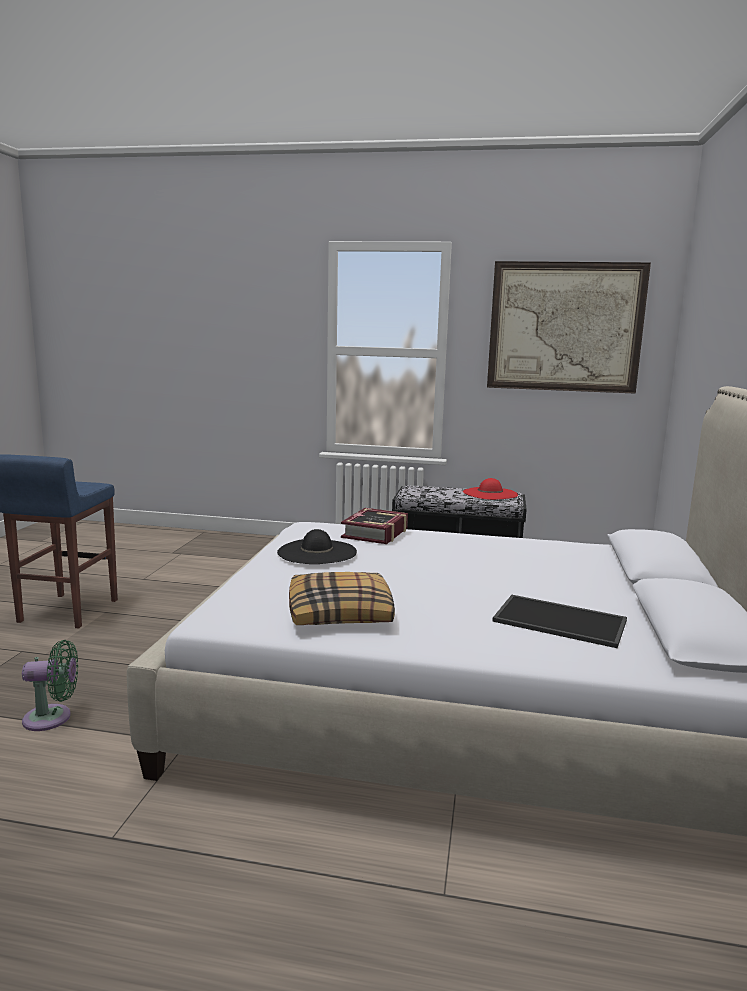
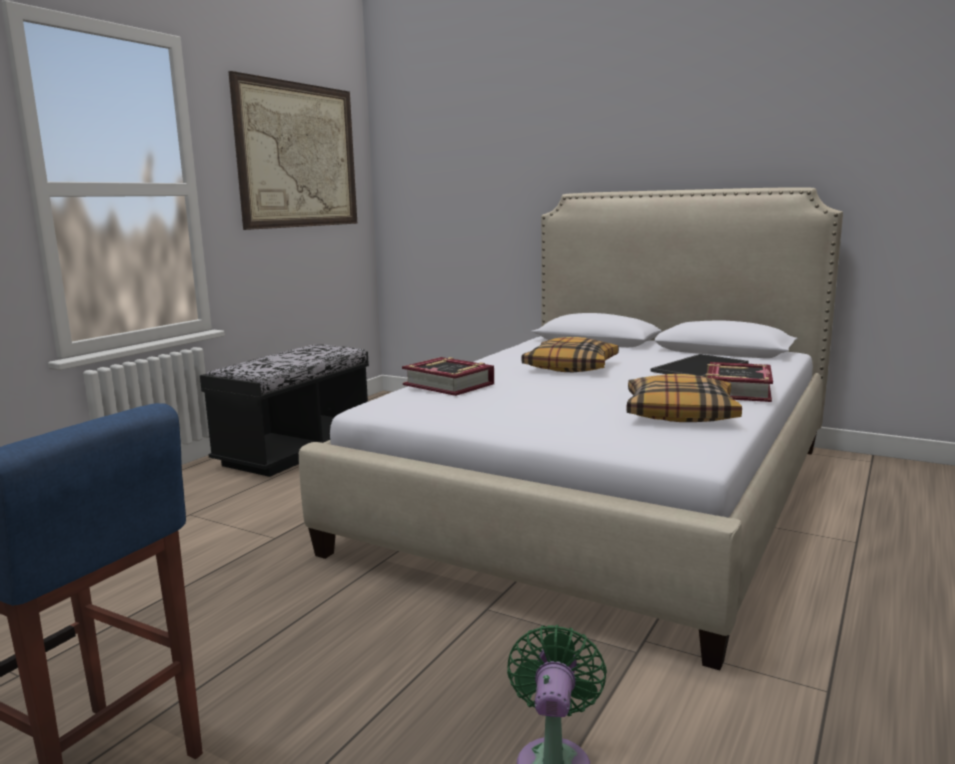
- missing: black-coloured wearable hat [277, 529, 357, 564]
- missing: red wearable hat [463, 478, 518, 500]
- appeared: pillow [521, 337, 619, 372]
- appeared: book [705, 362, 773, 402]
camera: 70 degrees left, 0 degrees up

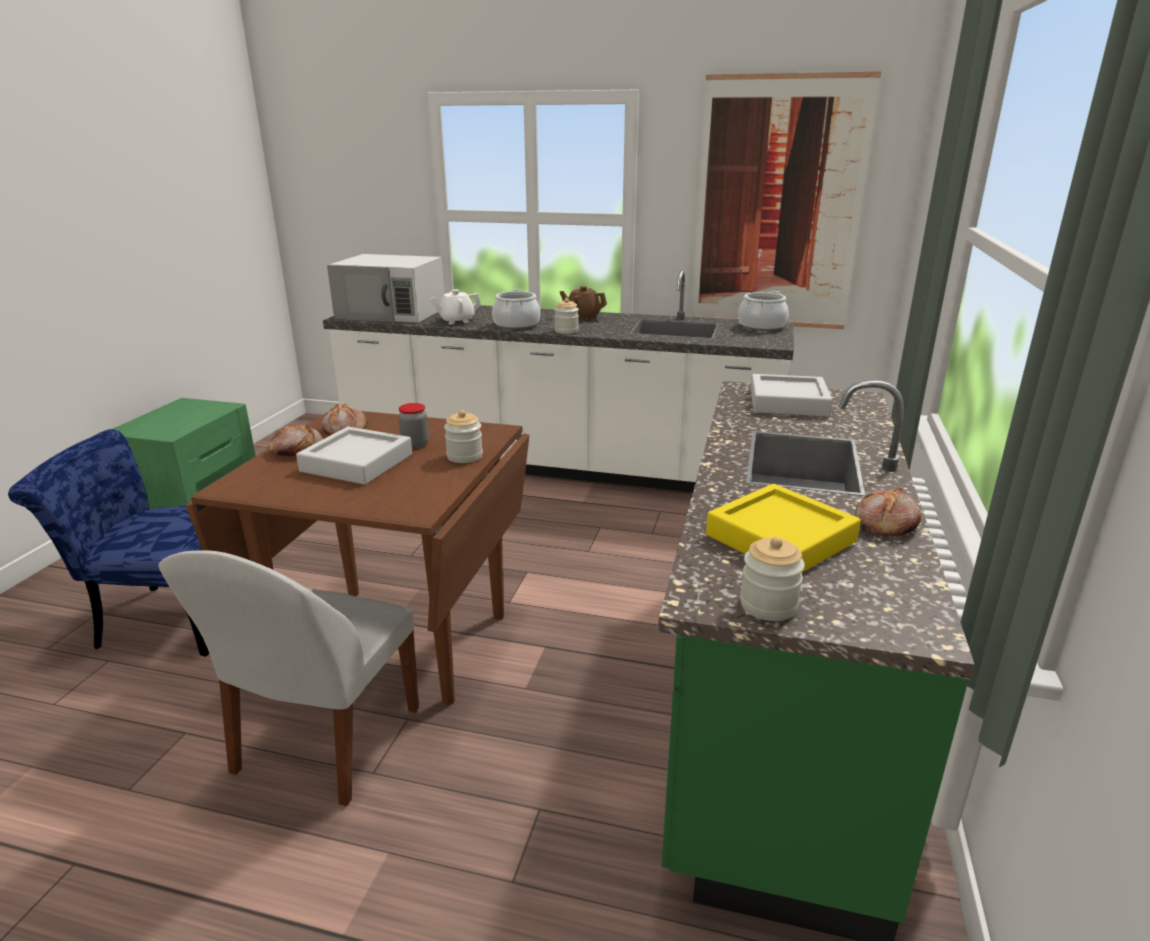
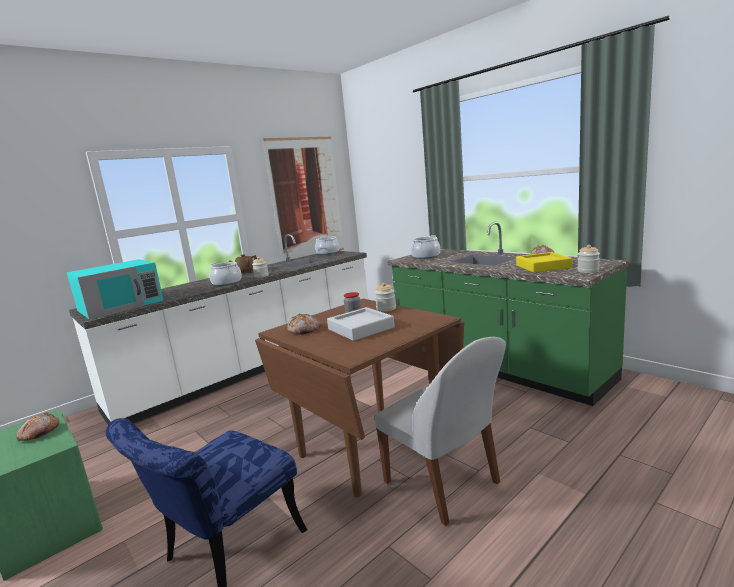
- relocated: baked bread [268, 425, 323, 456] to [16, 412, 59, 441]
- colour: white-coloured microwave [327, 254, 444, 323] to turquoise microwave [67, 259, 164, 320]
- missing: white-coloured tea pot [430, 289, 481, 325]
- exchanged: gray serving tray [751, 374, 832, 417] to saucepot [411, 235, 440, 259]
camera: 55 degrees left, 10 degrees down

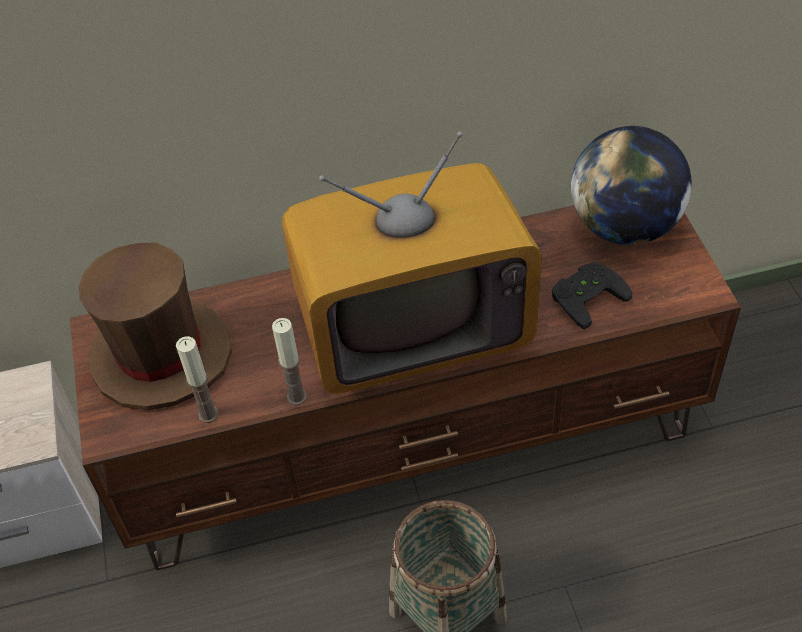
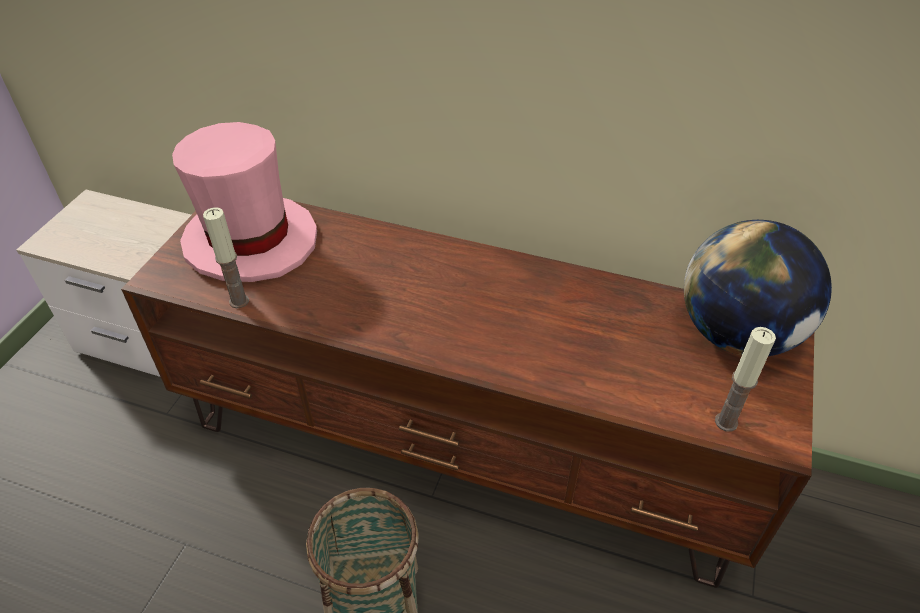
- colour: brown-coloured wearable hat [79, 242, 232, 410] to pink-coloured wearable hat [172, 122, 317, 282]
- relocated: candle [272, 318, 307, 405] to [715, 327, 776, 432]
- missing: TV set [282, 131, 542, 394]
- missing: black-coloured joypad [552, 262, 632, 329]
camera: 30 degrees right, 5 degrees down

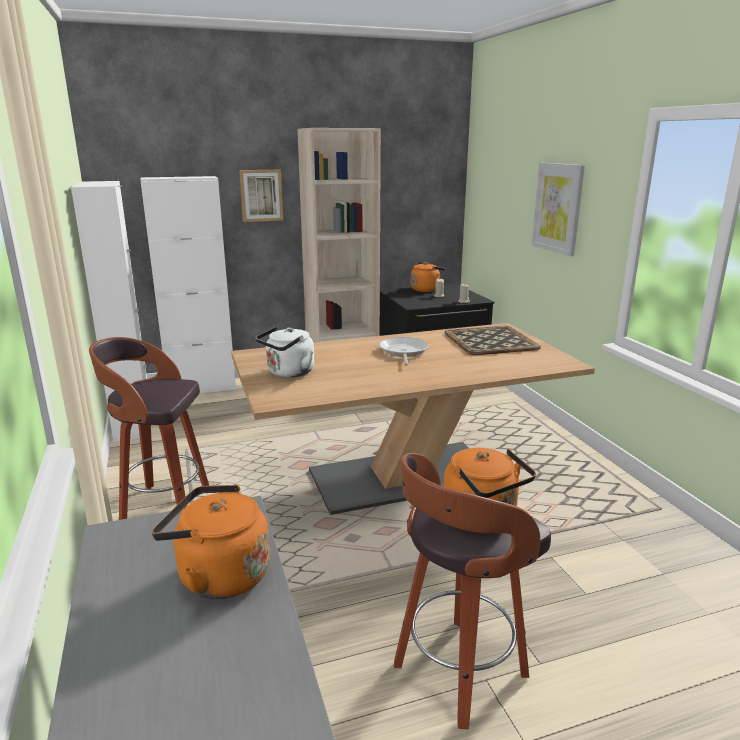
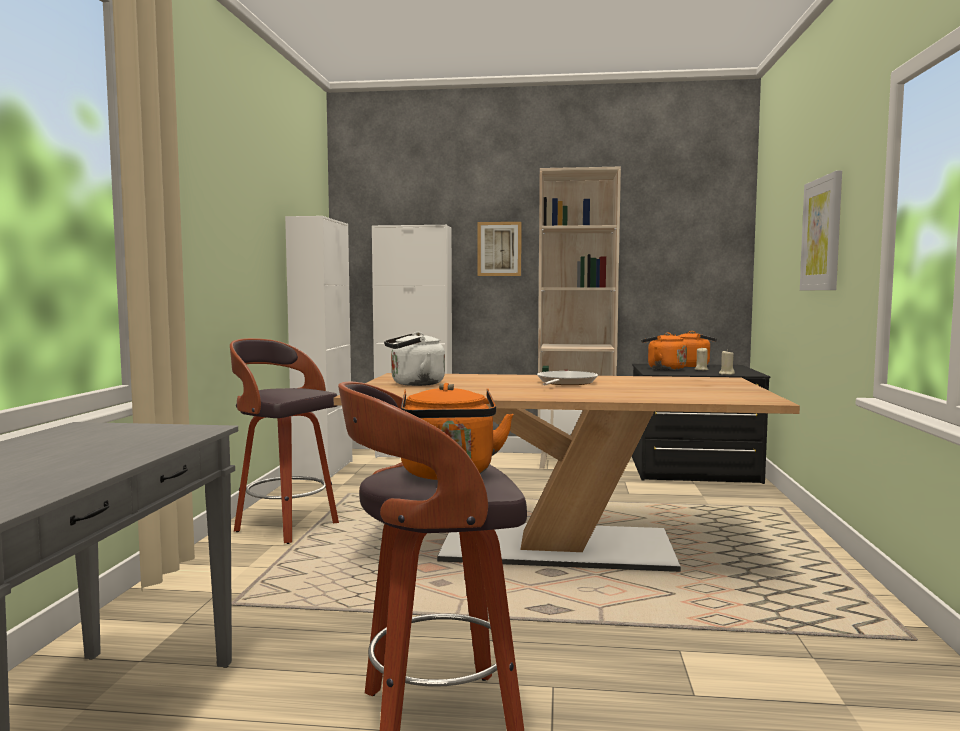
- relocated: orangey water kettle [152, 485, 270, 599] to [641, 333, 687, 370]
- missing: serving tray [444, 326, 541, 355]
camera: 25 degrees right, 15 degrees down

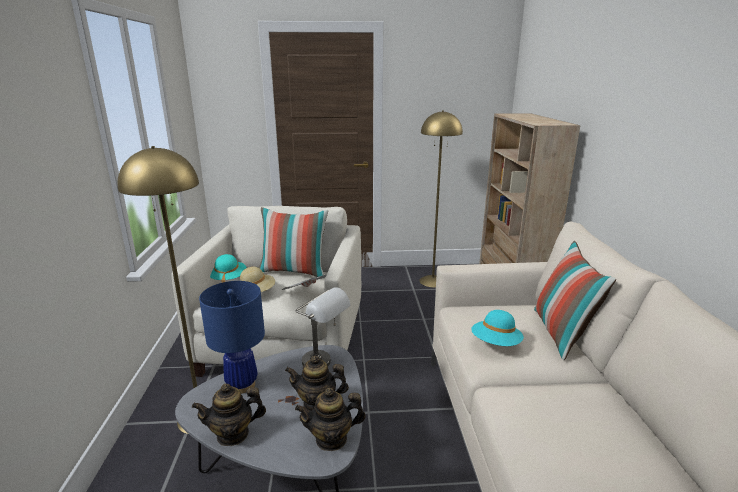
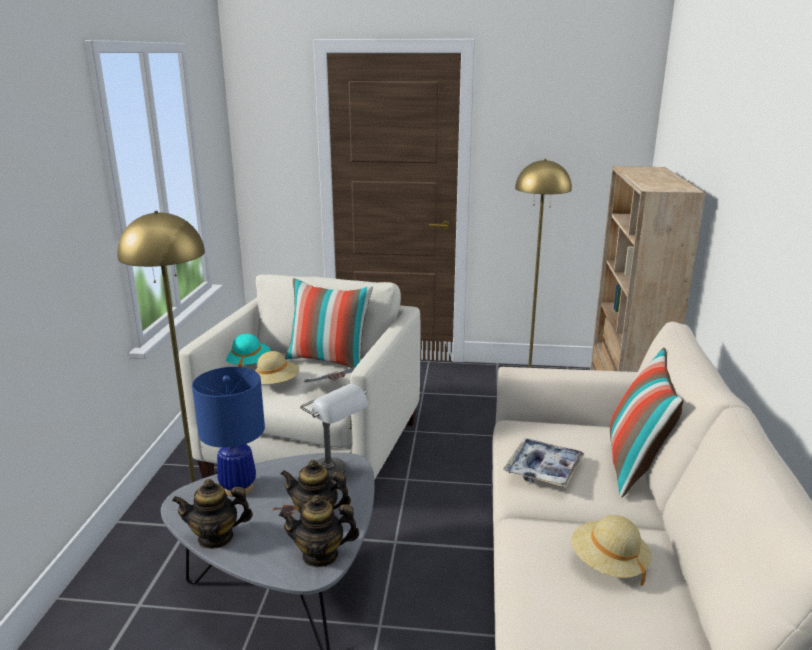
- exchanged: turquoise wearable hat [471, 310, 524, 346] to serving tray [503, 438, 585, 488]
- appeared: sand-coloured wearable hat [571, 515, 652, 586]
camera: 10 degrees right, 0 degrees up

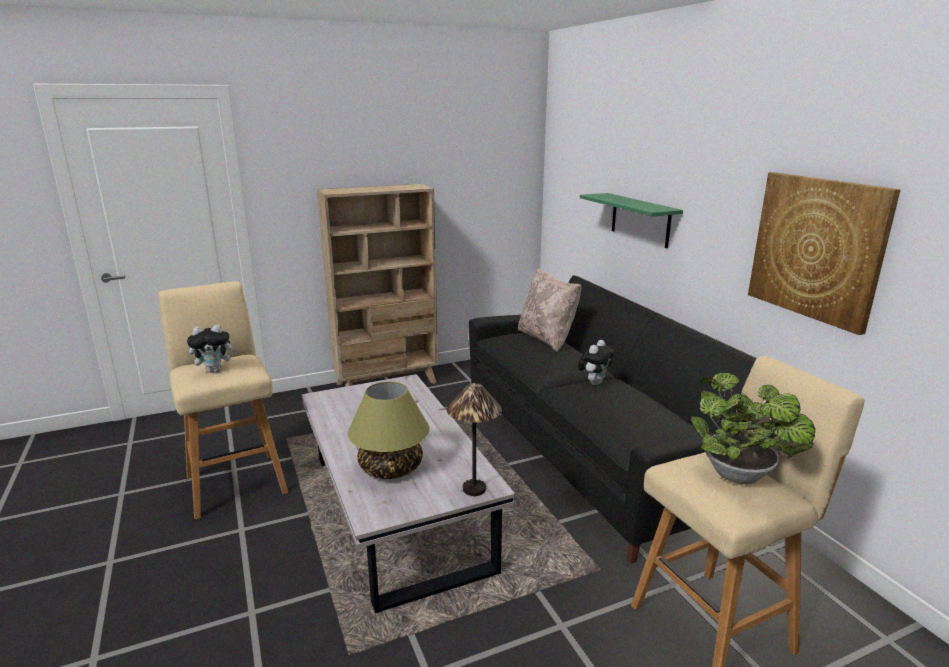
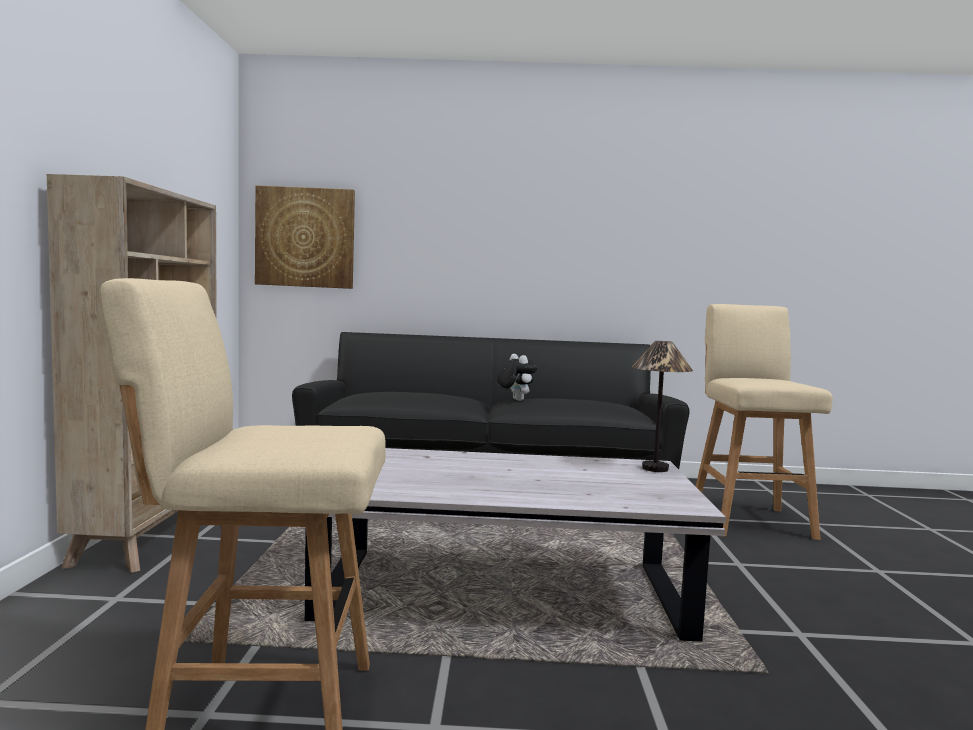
- missing: cuddly toy [187, 324, 238, 373]
- missing: lamp for a table [348, 382, 430, 479]
- missing: sand-coloured pillow [518, 269, 581, 352]
- missing: greenish wall shelf [580, 193, 683, 248]
- missing: plant in a pot [691, 373, 815, 484]
- relocated: picture [748, 172, 900, 335] to [255, 185, 355, 289]
camera: 65 degrees left, 15 degrees down

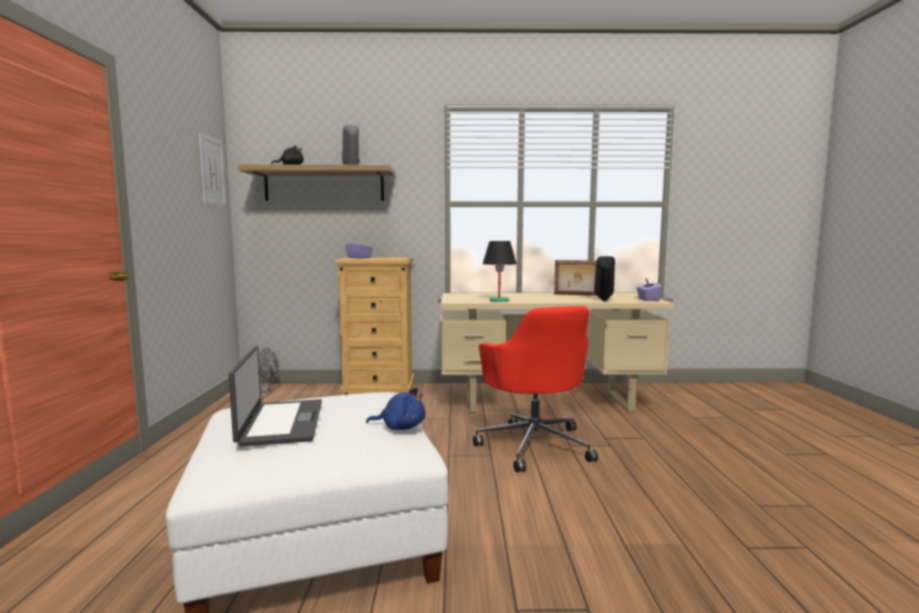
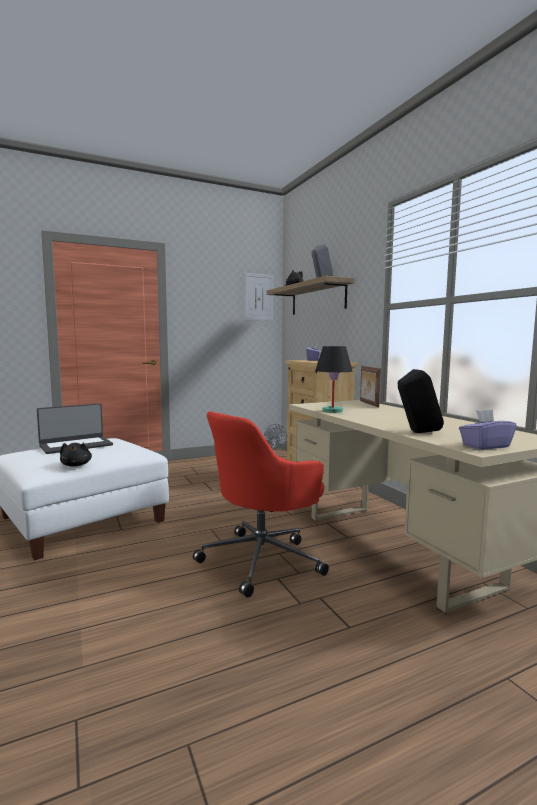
- colour: blue-coloured cuddly toy [366, 387, 426, 430] to black-coloured cuddly toy [60, 443, 92, 467]
- relocated: standing frame [554, 260, 597, 296] to [360, 366, 381, 407]
camera: 65 degrees right, 0 degrees up

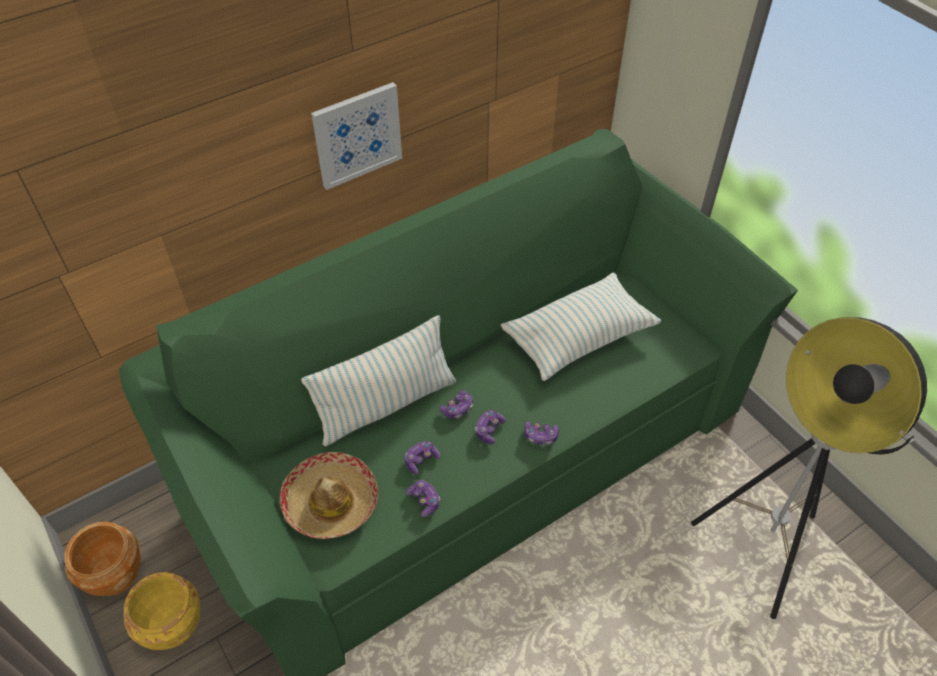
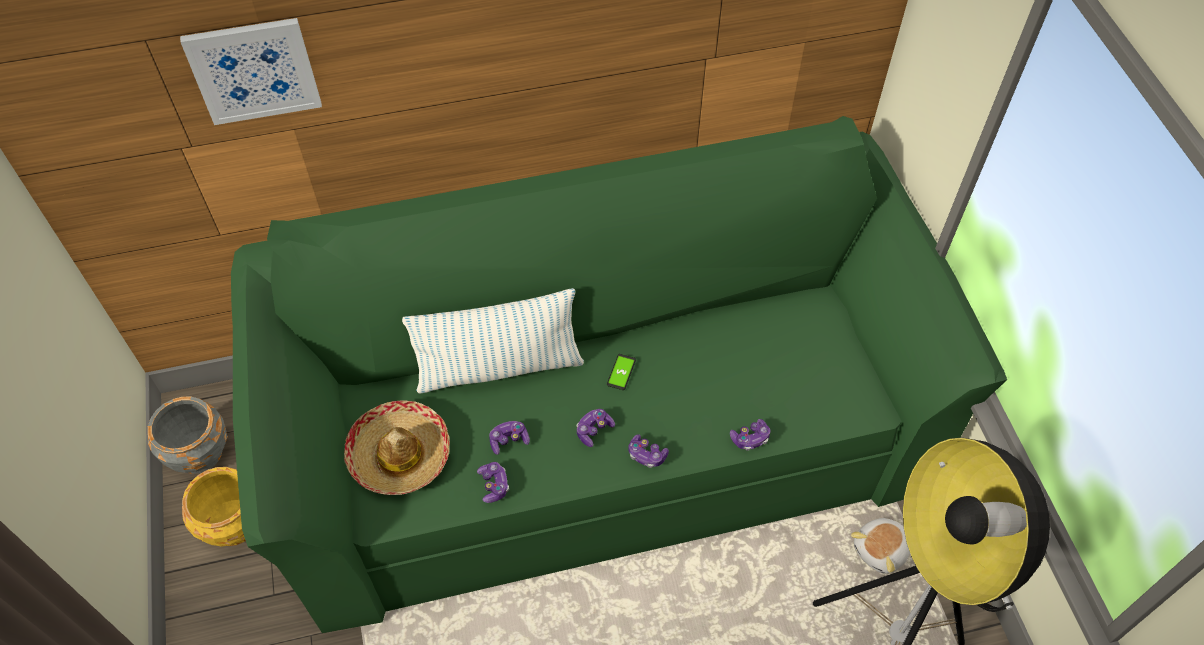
- colour: brown-coloured planter [65, 522, 141, 596] to gray planter [148, 397, 228, 474]
- relocated: picture [311, 82, 402, 190] to [180, 18, 322, 125]
- relocated: joypad [439, 391, 473, 419] to [730, 419, 771, 451]
- missing: pillow [501, 272, 661, 381]
- appeared: phone [607, 354, 636, 390]
- appeared: cuddly toy [851, 518, 910, 574]
camera: 20 degrees right, 5 degrees up

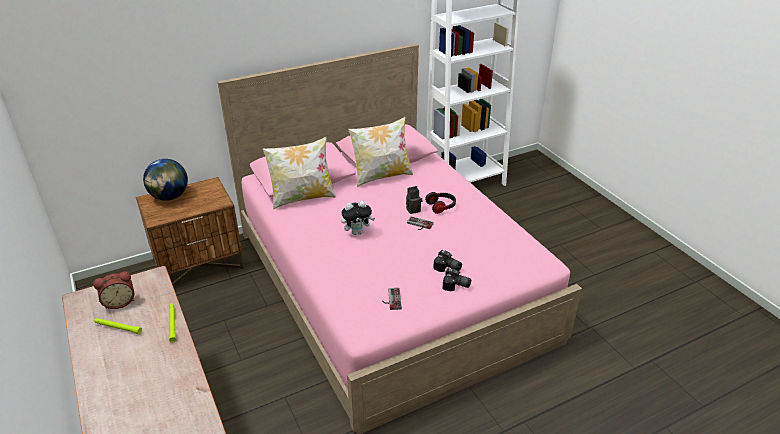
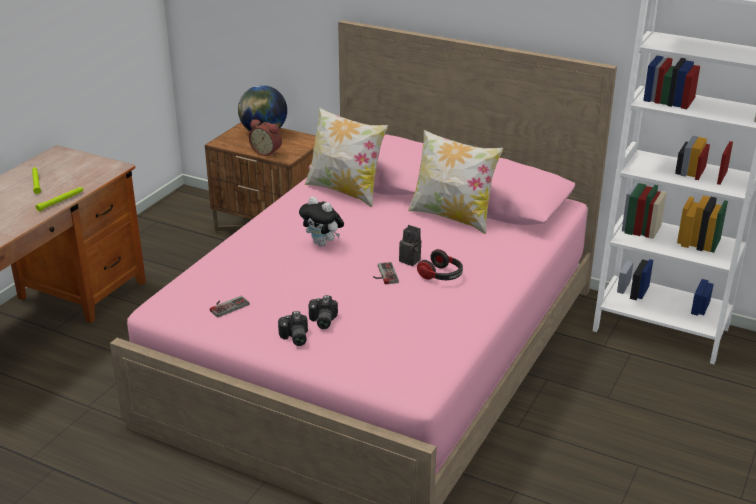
- relocated: bedside clock [93, 271, 134, 309] to [249, 119, 282, 156]
camera: 55 degrees right, 5 degrees down

